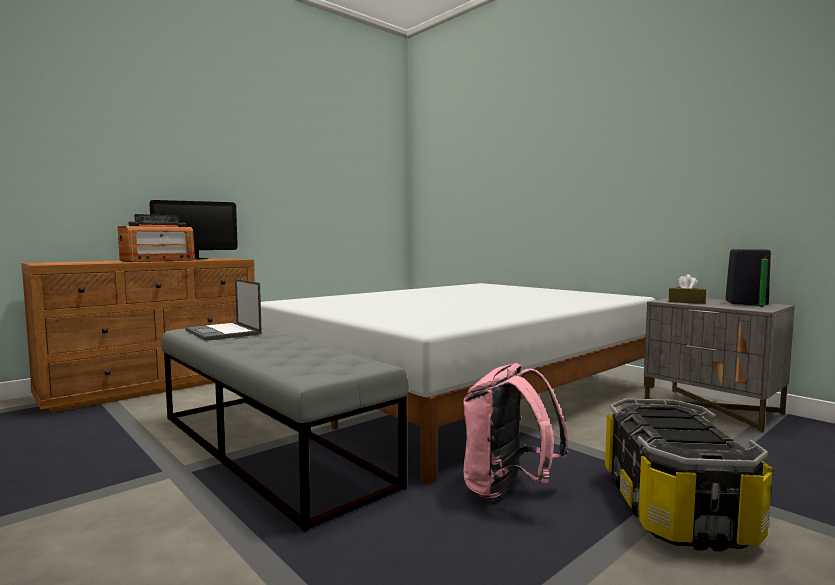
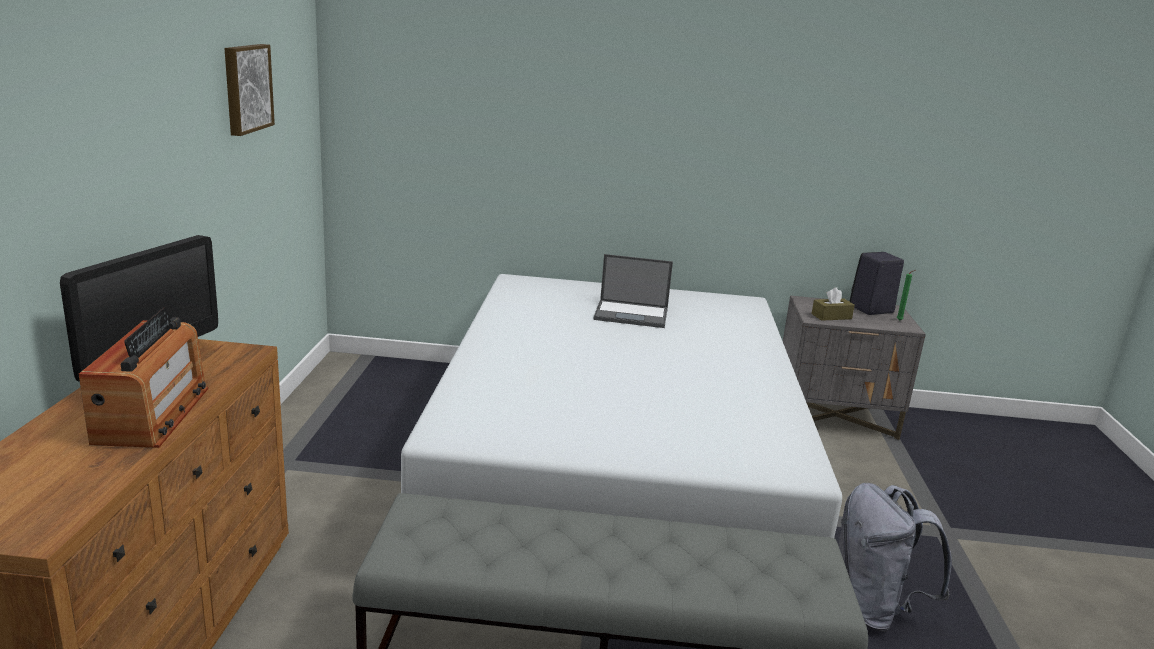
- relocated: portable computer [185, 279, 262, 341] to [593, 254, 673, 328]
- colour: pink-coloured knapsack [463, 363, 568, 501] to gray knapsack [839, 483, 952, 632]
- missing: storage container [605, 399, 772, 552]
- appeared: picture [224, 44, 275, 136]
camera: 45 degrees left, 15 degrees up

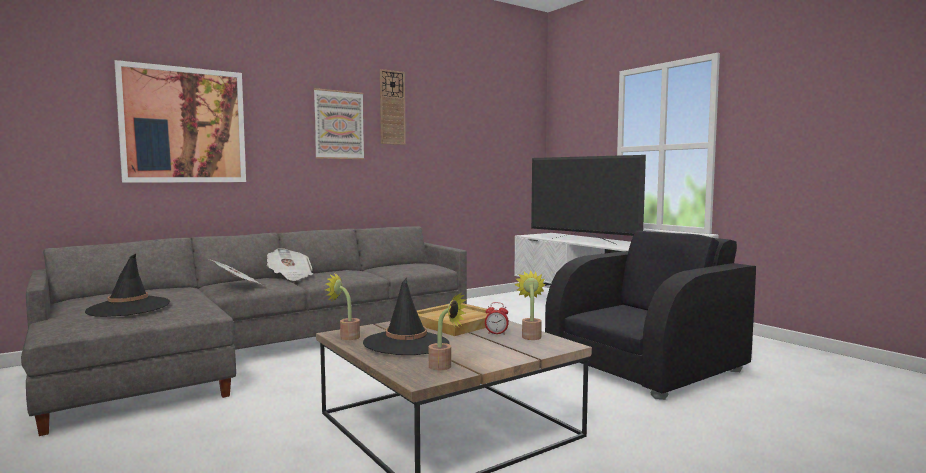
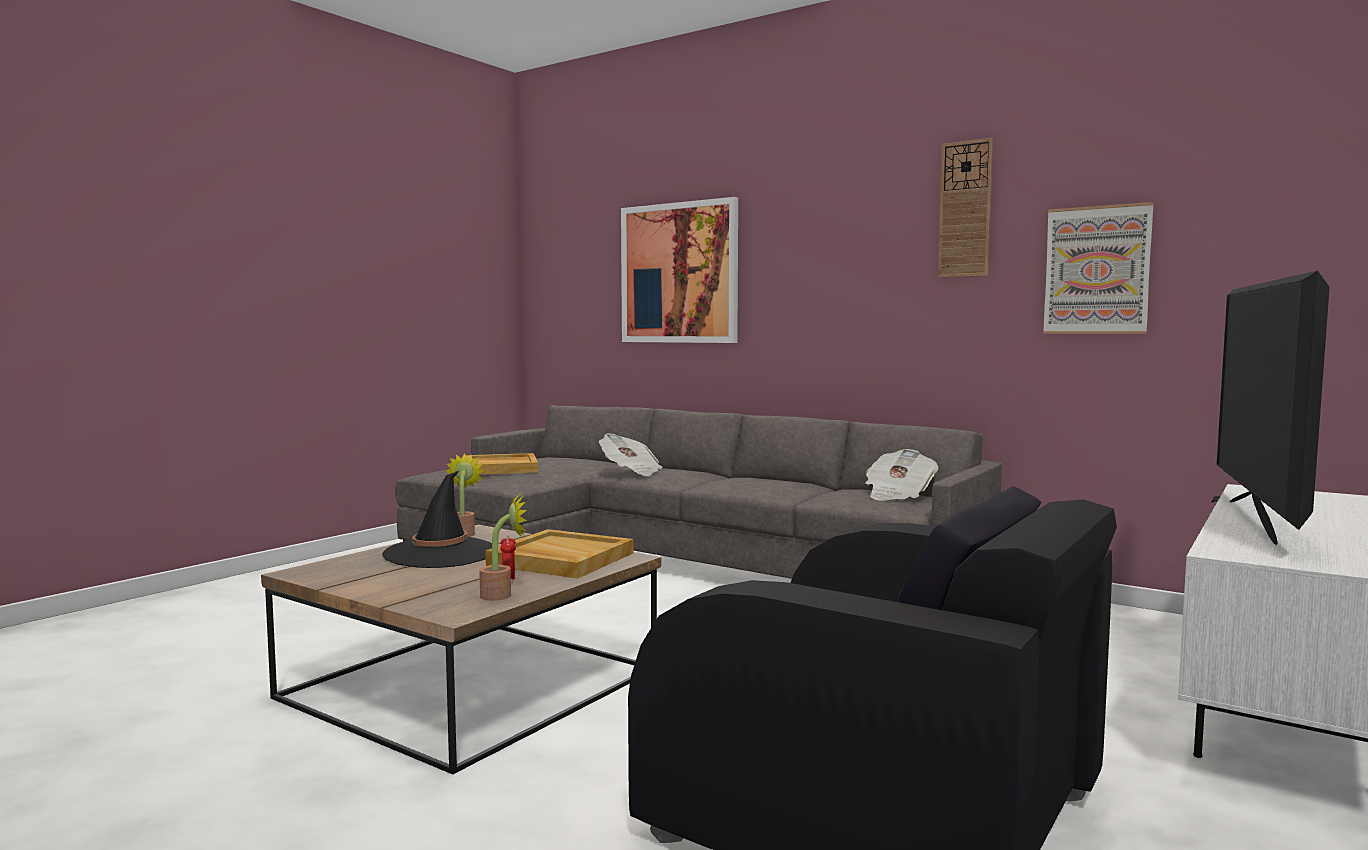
- exchanged: black-coloured wearable hat [85, 254, 170, 317] to sand-coloured serving tray [466, 453, 538, 475]
- relocated: daily paper [267, 248, 313, 281] to [866, 449, 939, 501]
- relocated: picture [314, 88, 365, 159] to [1043, 202, 1154, 334]
- missing: plant in a pot [429, 293, 467, 370]
camera: 70 degrees right, 0 degrees up

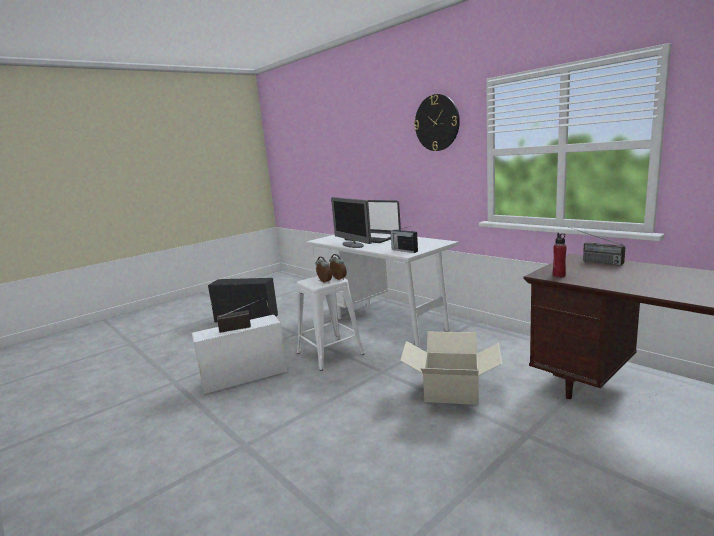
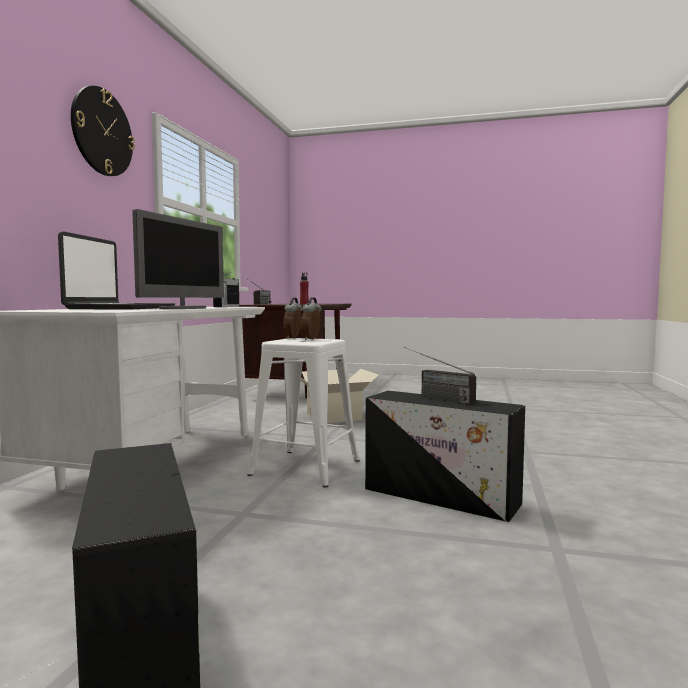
- colour: white-coloured storage container [192, 315, 287, 394] to black-coloured storage container [365, 391, 525, 522]
camera: 125 degrees left, 10 degrees down

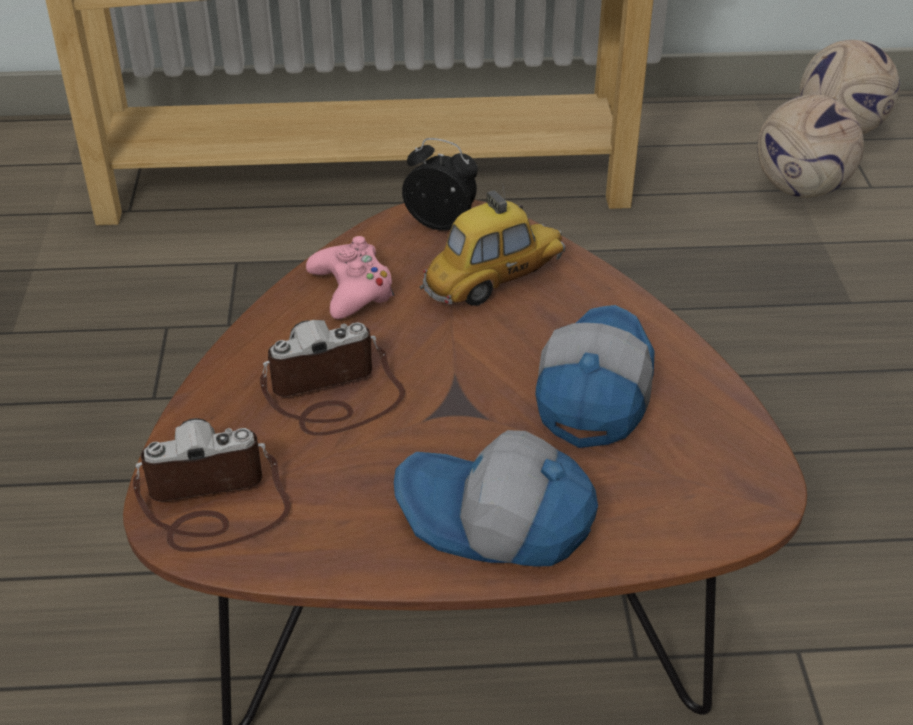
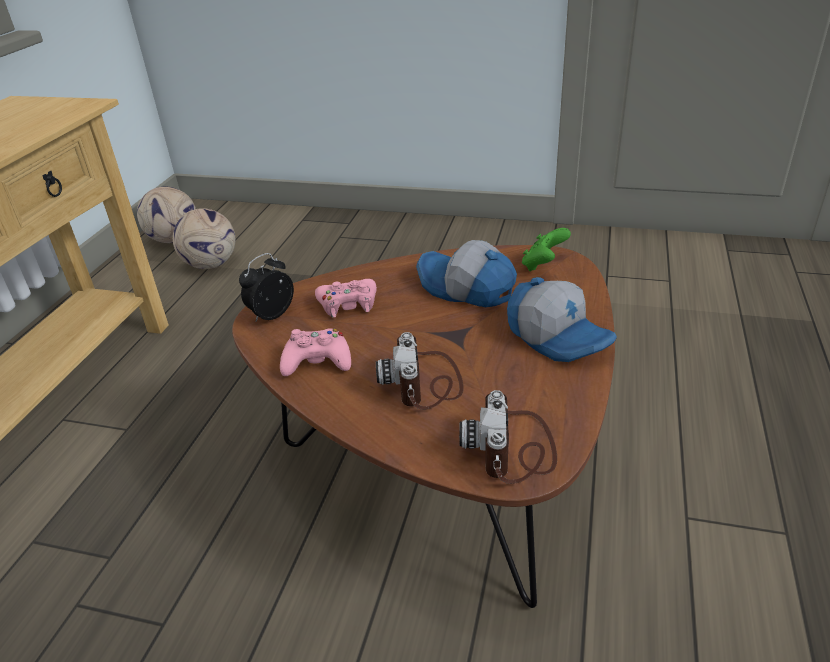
- spun: peaked cap [394, 430, 598, 567] = [507, 277, 617, 362] 75 degrees counterclockwise
- exchanged: model car [419, 187, 565, 306] to pink-coloured joypad [315, 279, 377, 318]
- appeared: greenish joypad [522, 228, 571, 271]
camera: 70 degrees left, 5 degrees down

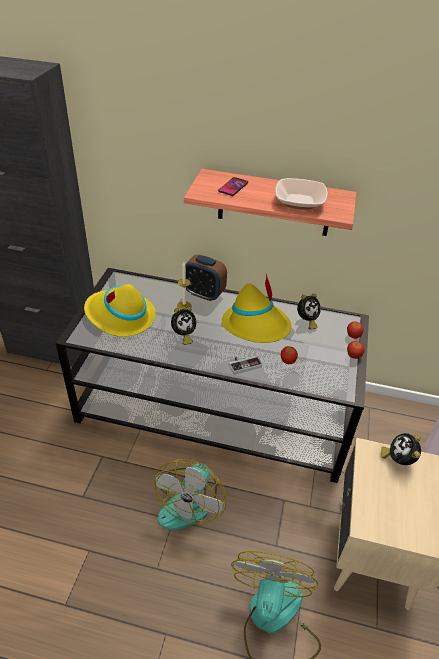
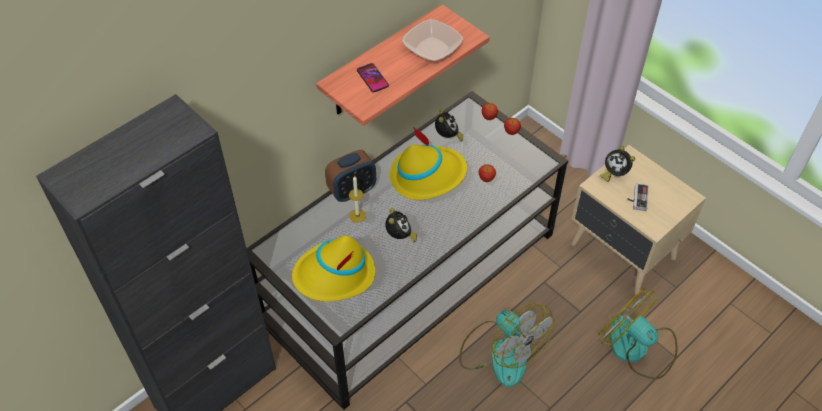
- relocated: joypad [229, 355, 262, 375] to [628, 184, 649, 211]
camera: 55 degrees left, 10 degrees up

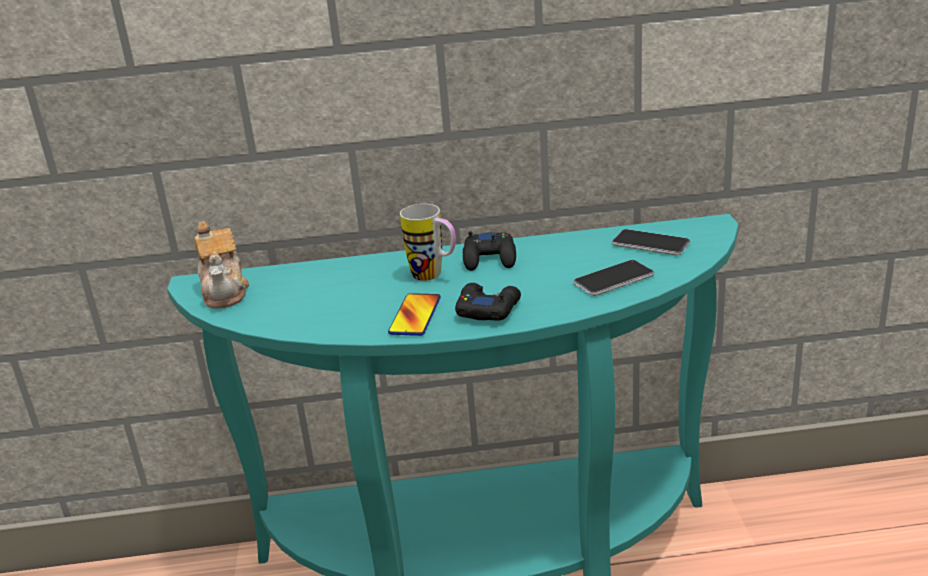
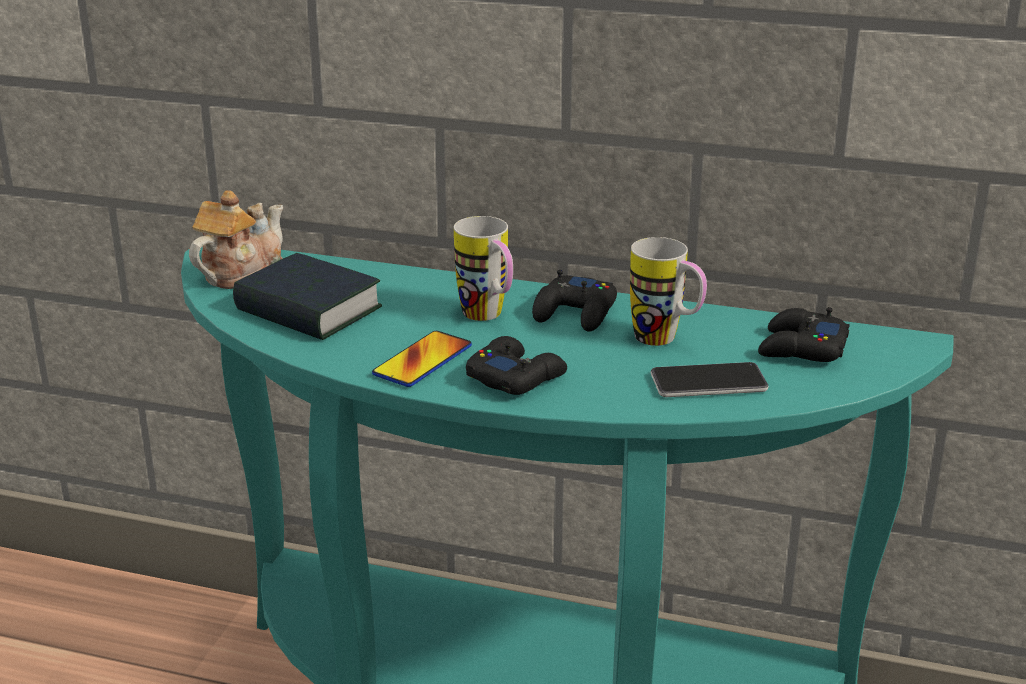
- spun: tea pot [194, 222, 249, 309] = [189, 190, 283, 289] 150 degrees counterclockwise
- exchanged: phone [612, 229, 690, 256] to black-coloured joypad [758, 307, 850, 362]
- appeared: book [233, 253, 382, 340]
- appeared: tea mug [630, 237, 707, 346]
camera: 20 degrees right, 0 degrees up

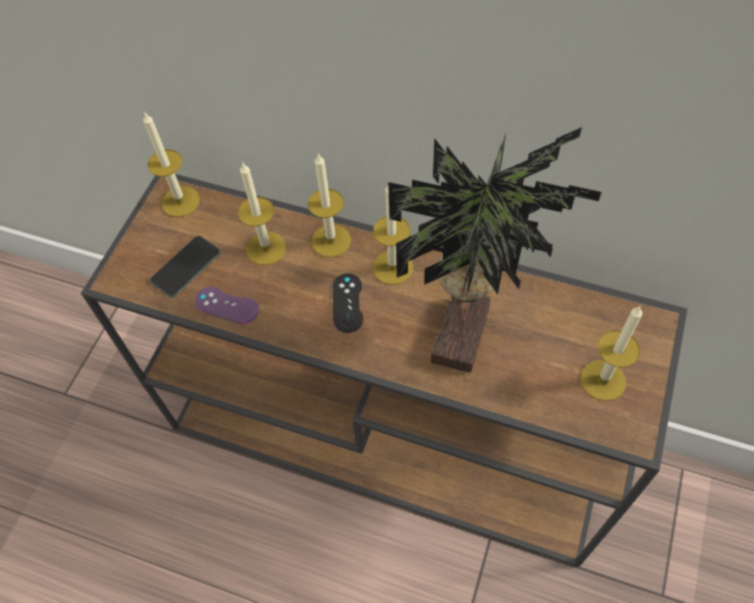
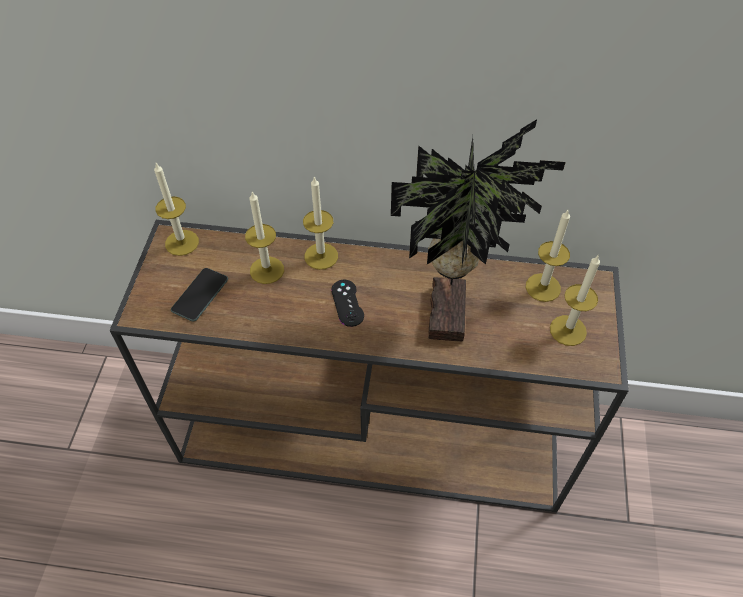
- missing: purple joypad [195, 287, 259, 324]
- relocated: candle [373, 186, 413, 285] to [526, 210, 570, 302]
camera: 15 degrees left, 5 degrees down

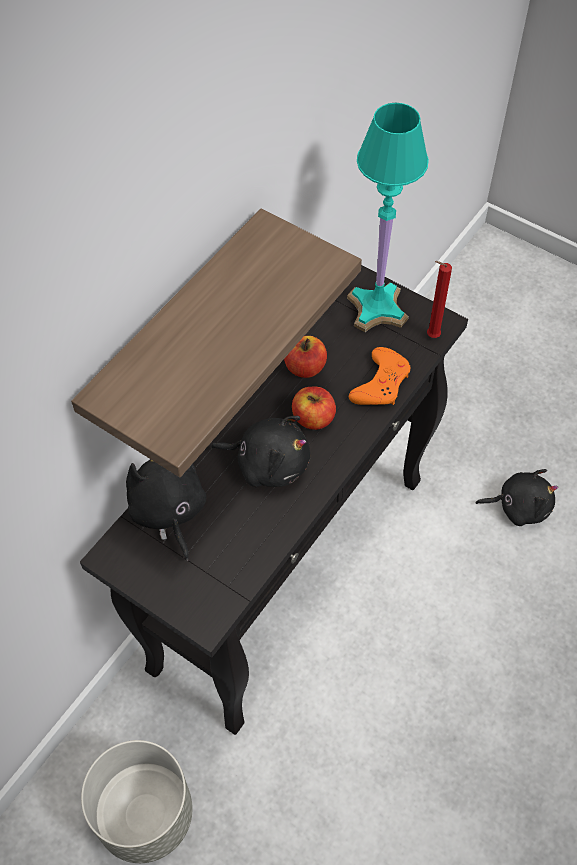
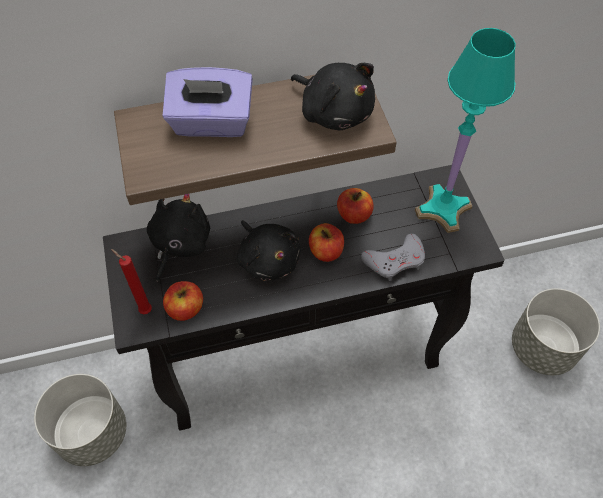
- colour: orangey joypad [349, 347, 411, 405] to gray joypad [361, 234, 425, 281]
- relocated: red candle [427, 261, 452, 338] to [111, 249, 152, 314]
- relocated: black-coloured cuddly toy [475, 469, 558, 526] to [291, 63, 375, 130]
- appeared: purple tissue box [162, 67, 253, 137]
- appeared: apple [163, 281, 203, 321]
- appeared: gray planter [512, 289, 600, 375]
camera: 40 degrees right, 0 degrees up

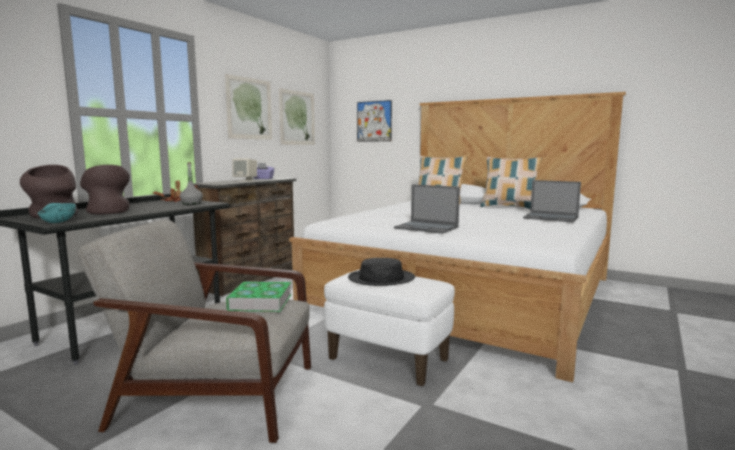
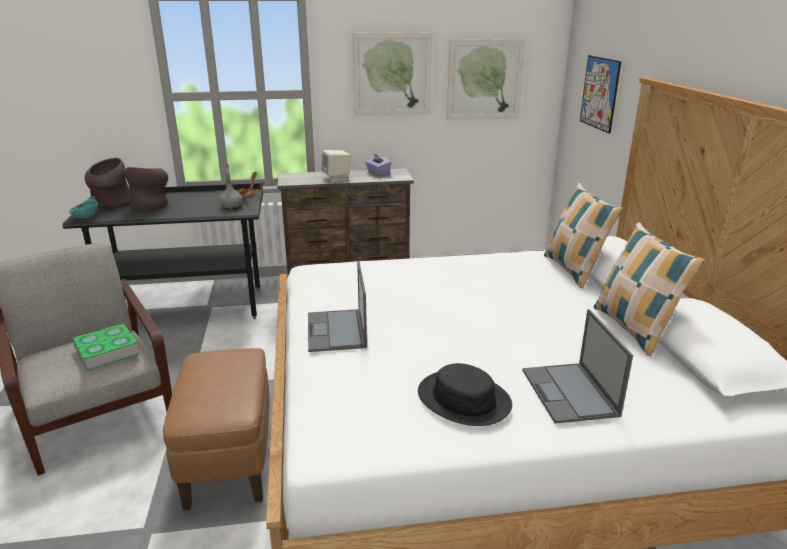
- colour: white-coloured ottoman [324, 270, 455, 386] to brown-coloured ottoman [163, 348, 269, 510]
- relocated: black-coloured wearable hat [348, 258, 415, 286] to [418, 363, 512, 426]
camera: 50 degrees right, 15 degrees up

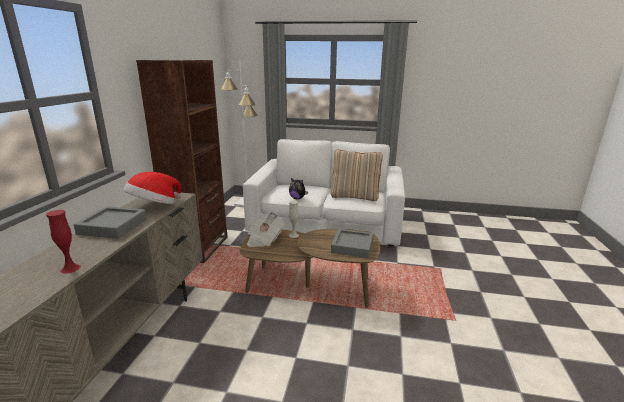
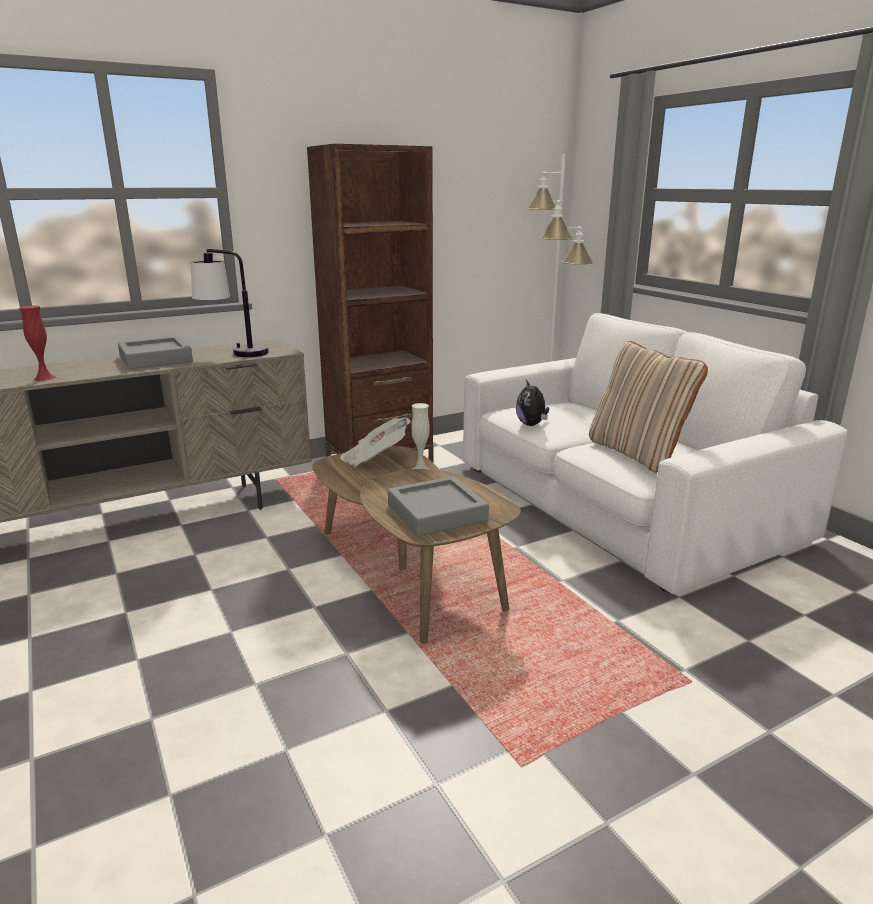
- exchanged: wearable hat [124, 172, 181, 204] to lamp for a table [191, 249, 269, 357]
camera: 50 degrees right, 0 degrees up

